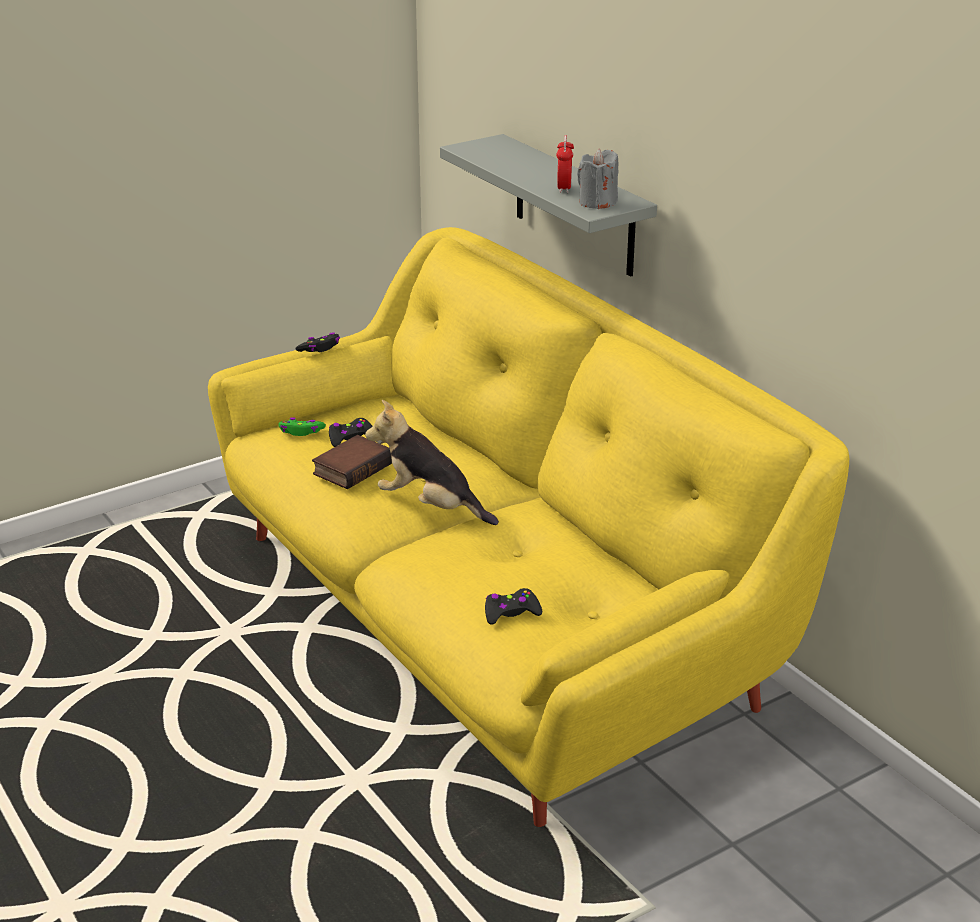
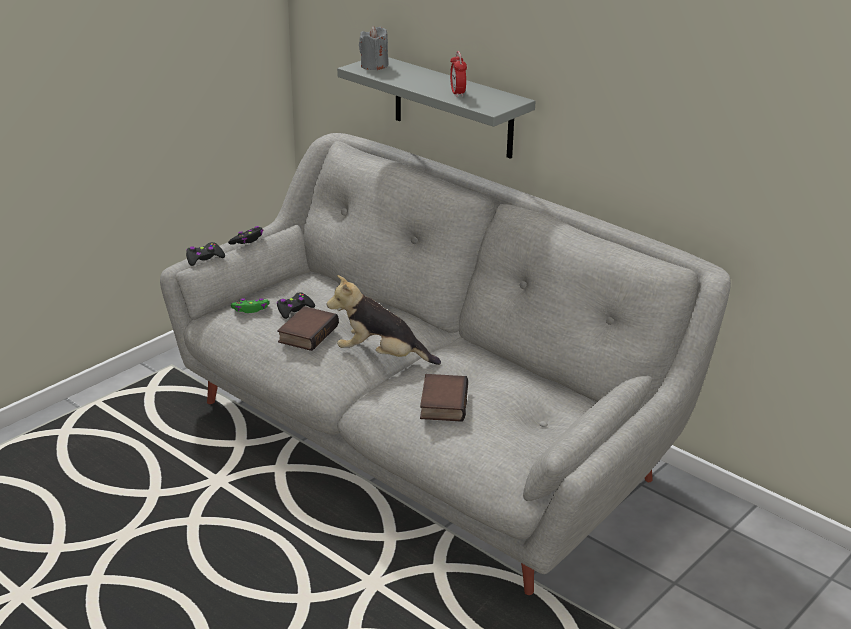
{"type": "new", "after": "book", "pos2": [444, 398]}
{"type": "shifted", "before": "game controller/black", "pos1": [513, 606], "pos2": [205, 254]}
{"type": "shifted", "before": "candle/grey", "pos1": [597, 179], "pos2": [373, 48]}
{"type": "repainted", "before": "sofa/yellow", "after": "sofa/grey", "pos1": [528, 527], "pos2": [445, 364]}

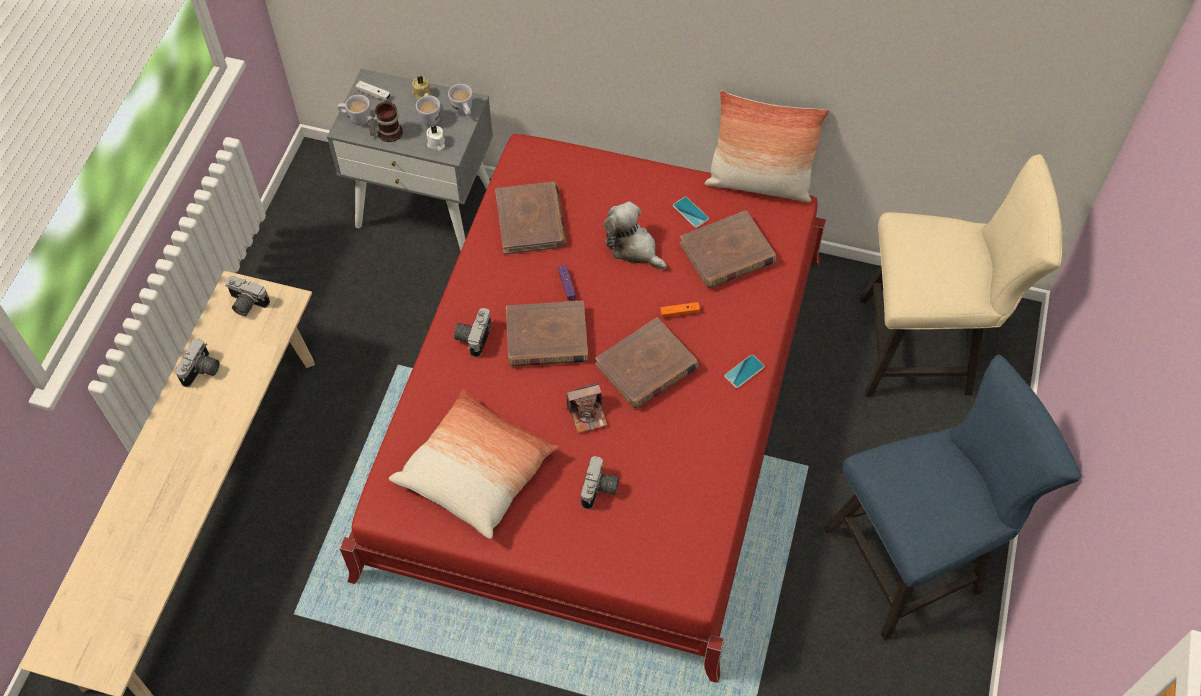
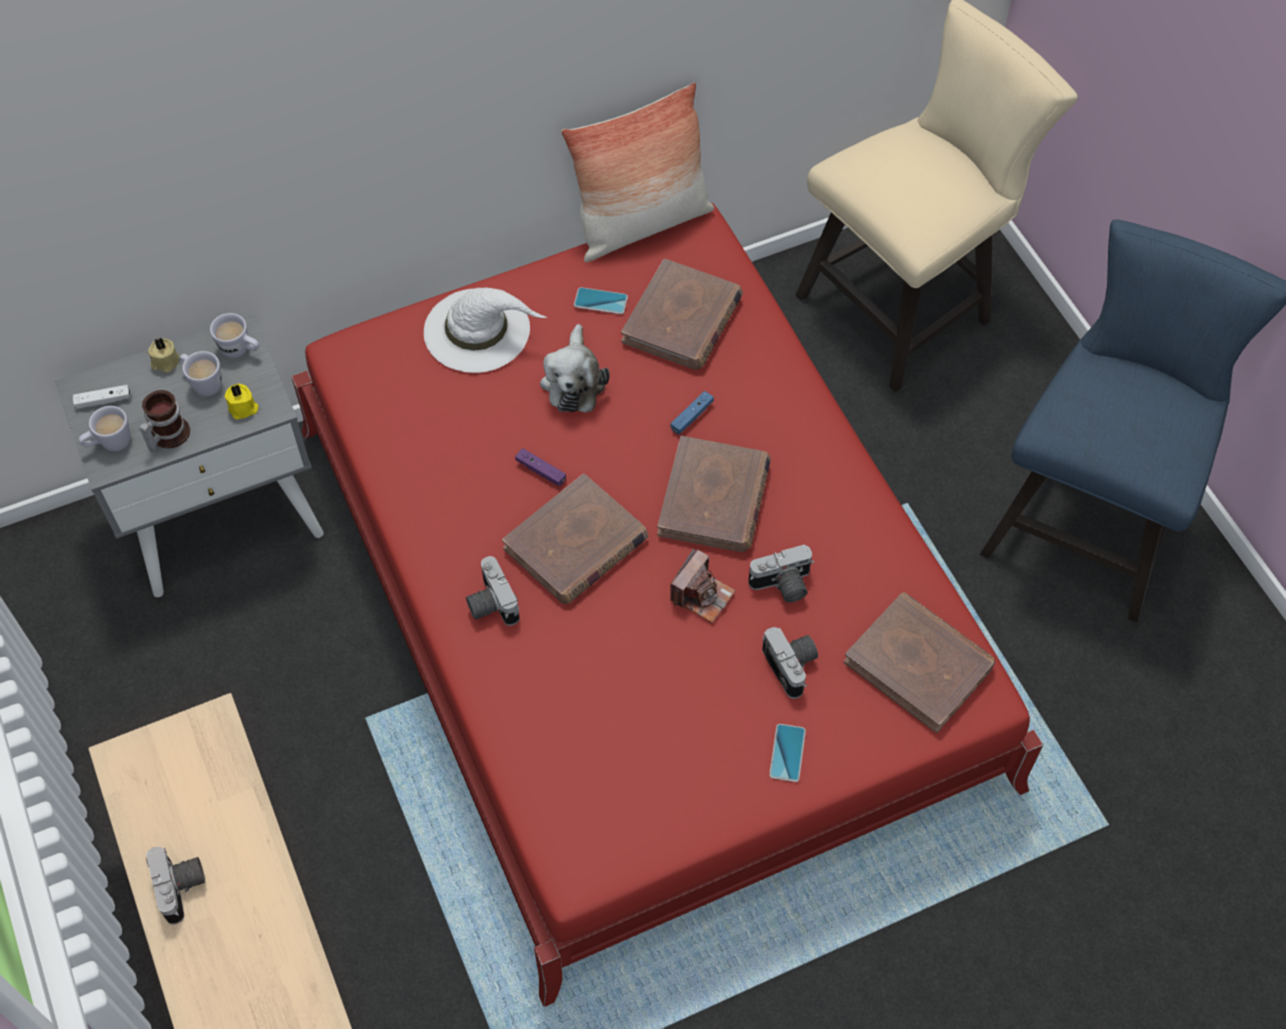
{"type": "gone", "before": "pillow", "pos1": [474, 464]}
{"type": "new", "after": "hat/white", "pos2": [485, 330]}
{"type": "shifted", "before": "photo camera", "pos1": [247, 296], "pos2": [781, 573]}
{"type": "shifted", "before": "book/brown", "pos1": [530, 218], "pos2": [919, 662]}
{"type": "shifted", "before": "phone", "pos1": [744, 371], "pos2": [787, 753]}
{"type": "repainted", "before": "candle/white", "after": "candle/yellow", "pos1": [436, 137], "pos2": [241, 402]}
{"type": "repainted", "before": "game controller/orange", "after": "game controller/blue", "pos1": [680, 309], "pos2": [692, 412]}
{"type": "rotated", "before": "plush toy", "pos1": [635, 235], "pos2": [575, 368], "turn": -90}

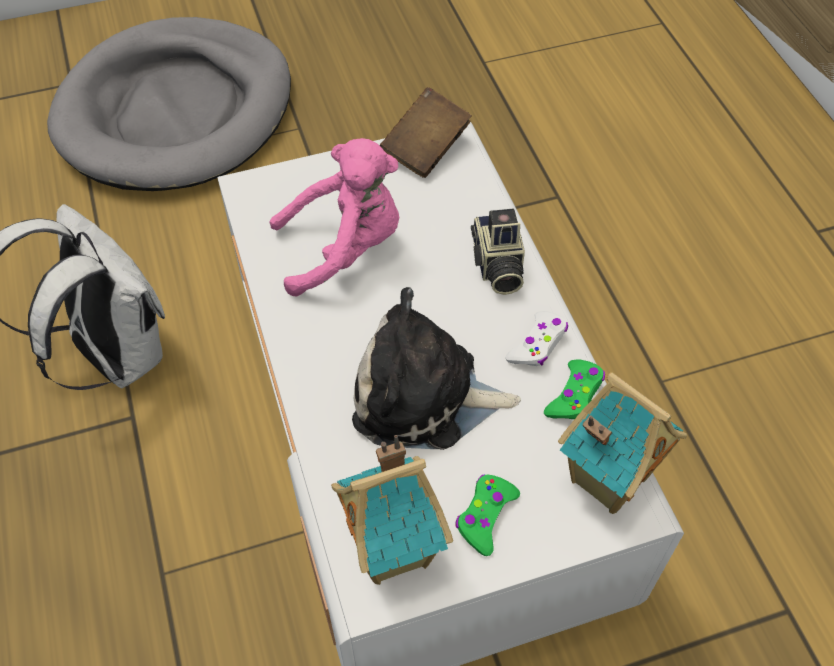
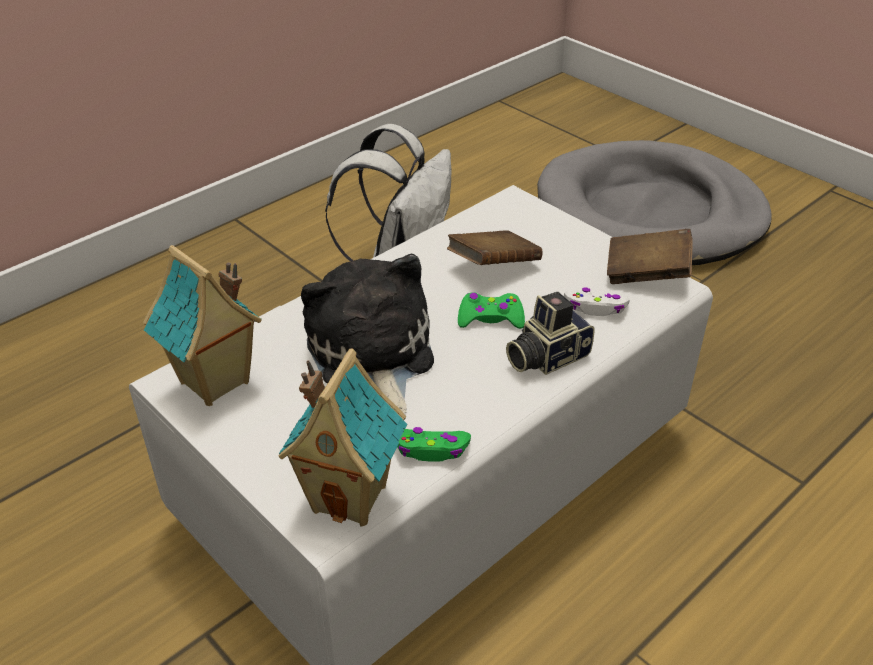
{"type": "shifted", "before": "game controller/green", "pos1": [487, 515], "pos2": [491, 311]}
{"type": "shifted", "before": "game controller/white", "pos1": [536, 338], "pos2": [597, 301]}
{"type": "swapped", "before": "plush toy/pink", "after": "book/brown", "pos1": [334, 217], "pos2": [495, 247]}

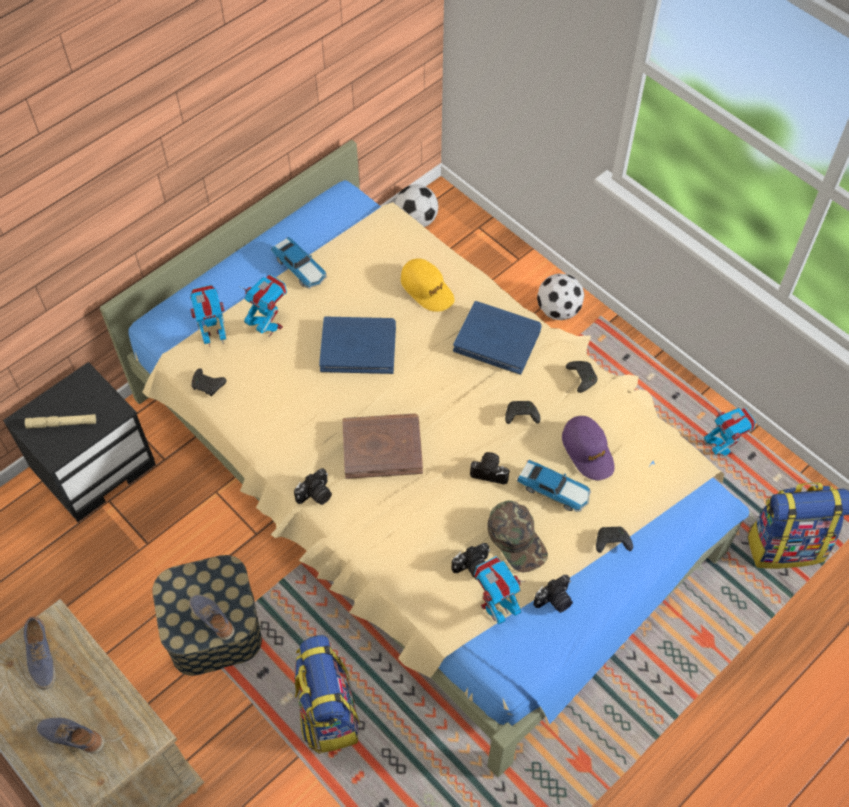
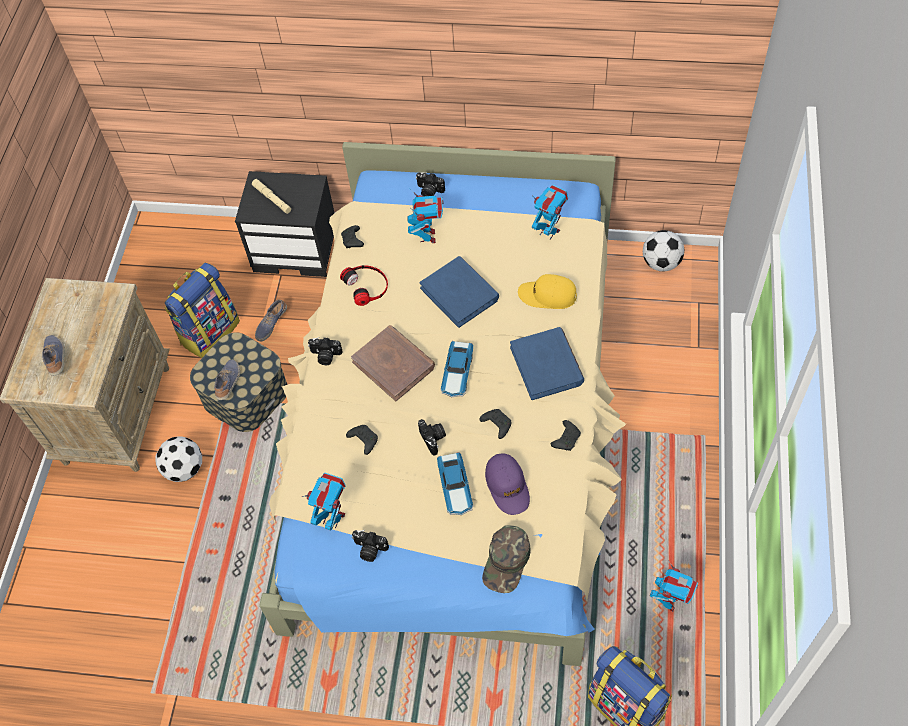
{"type": "new", "after": "headphones", "pos2": [364, 285]}
{"type": "shifted", "before": "shoe", "pos1": [40, 653], "pos2": [271, 320]}
{"type": "shifted", "before": "toy robot", "pos1": [208, 315], "pos2": [550, 212]}
{"type": "shifted", "before": "toy car", "pos1": [299, 263], "pos2": [457, 369]}
{"type": "shifted", "before": "backpack", "pos1": [327, 694], "pos2": [202, 310]}
{"type": "shifted", "before": "photo camera", "pos1": [470, 561], "pos2": [430, 184]}
{"type": "shifted", "before": "cap/green", "pos1": [517, 537], "pos2": [506, 559]}
{"type": "shifted", "before": "football", "pos1": [560, 296], "pos2": [179, 459]}
{"type": "shifted", "before": "game controller/black", "pos1": [614, 539], "pos2": [362, 440]}
{"type": "rotated", "before": "cap/yellow", "pos1": [428, 285], "pos2": [547, 291], "turn": 90}
{"type": "rotated", "before": "cap/purple", "pos1": [588, 448], "pos2": [507, 484], "turn": -45}

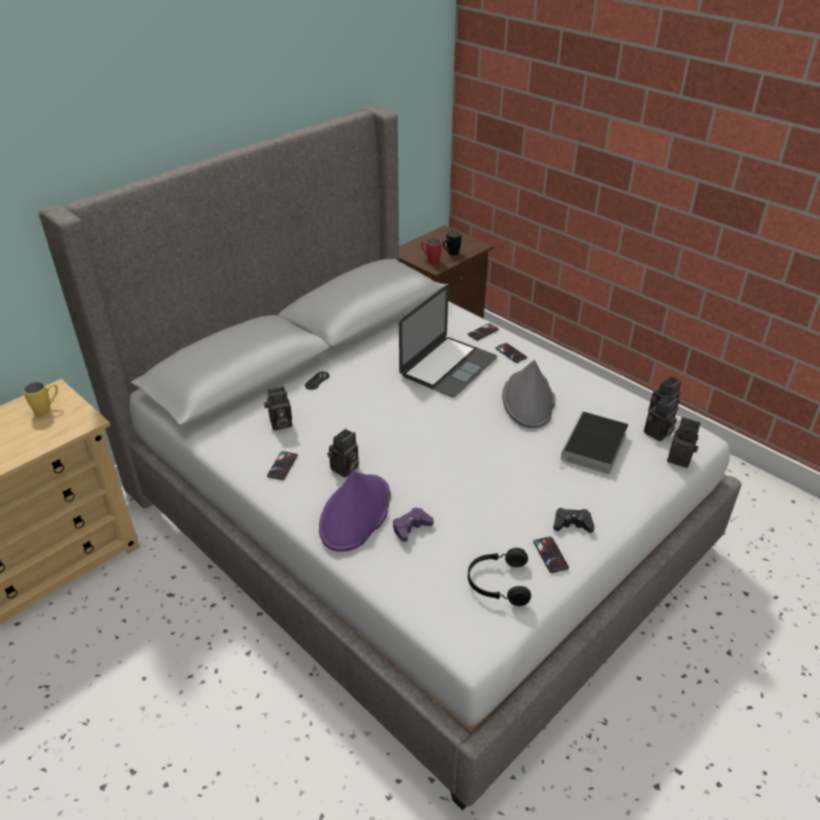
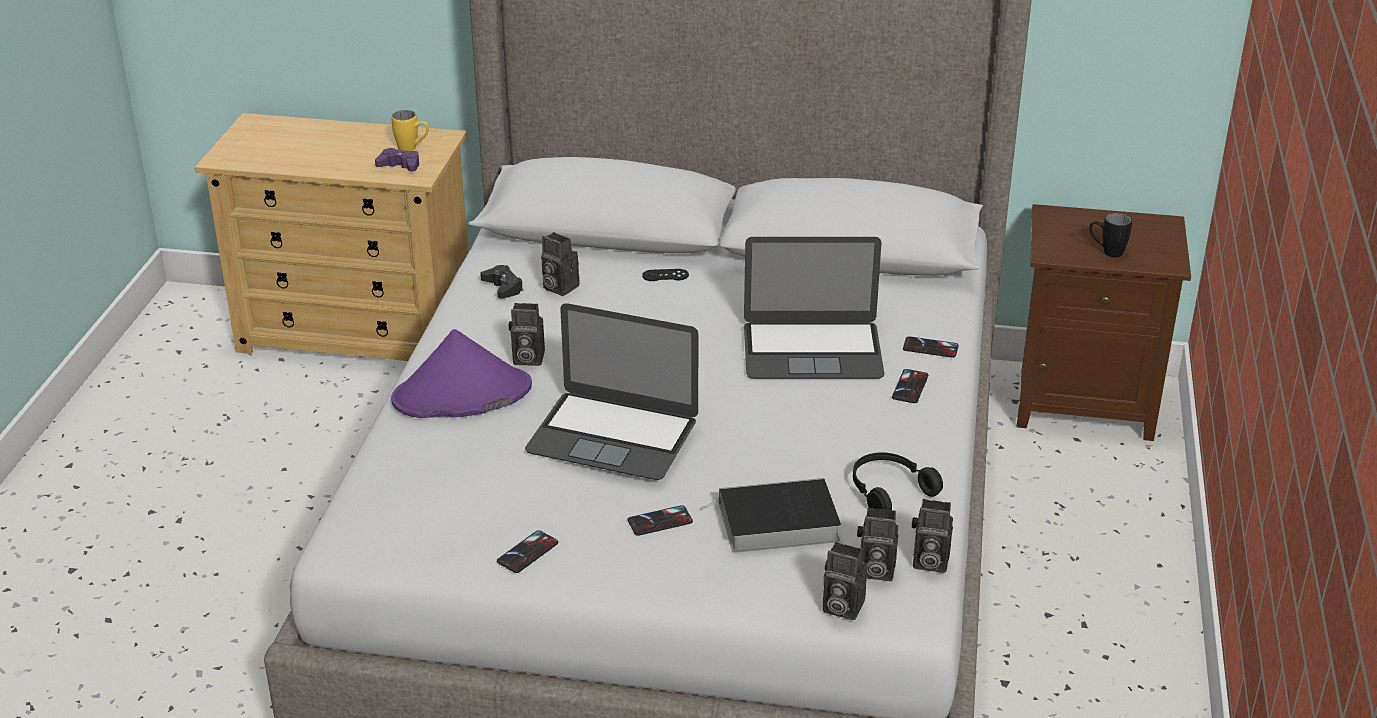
{"type": "gone", "before": "mug/red", "pos1": [431, 251]}
{"type": "gone", "before": "hat/grey", "pos1": [528, 394]}
{"type": "new", "after": "laptop", "pos2": [611, 391]}
{"type": "shifted", "before": "phone", "pos1": [282, 465], "pos2": [660, 520]}
{"type": "shifted", "before": "game controller/purple", "pos1": [413, 524], "pos2": [397, 160]}
{"type": "shifted", "before": "headphones/black", "pos1": [499, 577], "pos2": [898, 481]}
{"type": "shifted", "before": "game controller/black", "pos1": [574, 520], "pos2": [502, 282]}
{"type": "rotated", "before": "photo camera", "pos1": [684, 442], "pos2": [844, 581], "turn": 120}

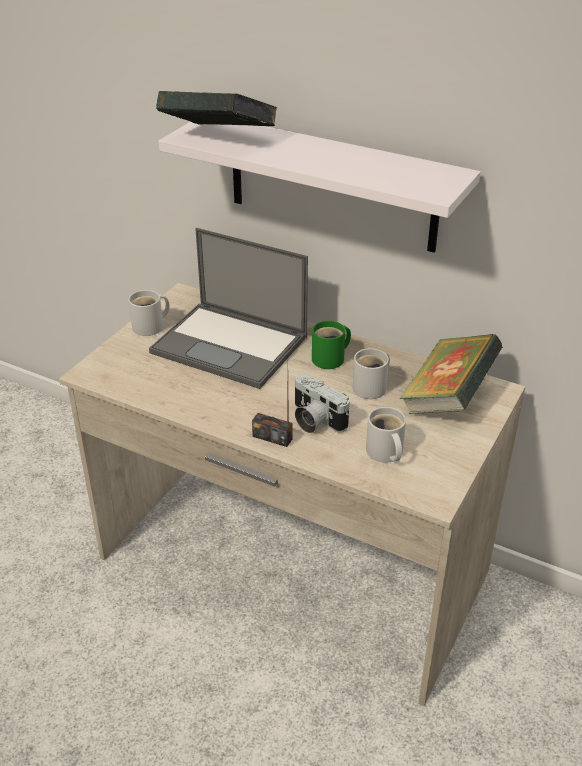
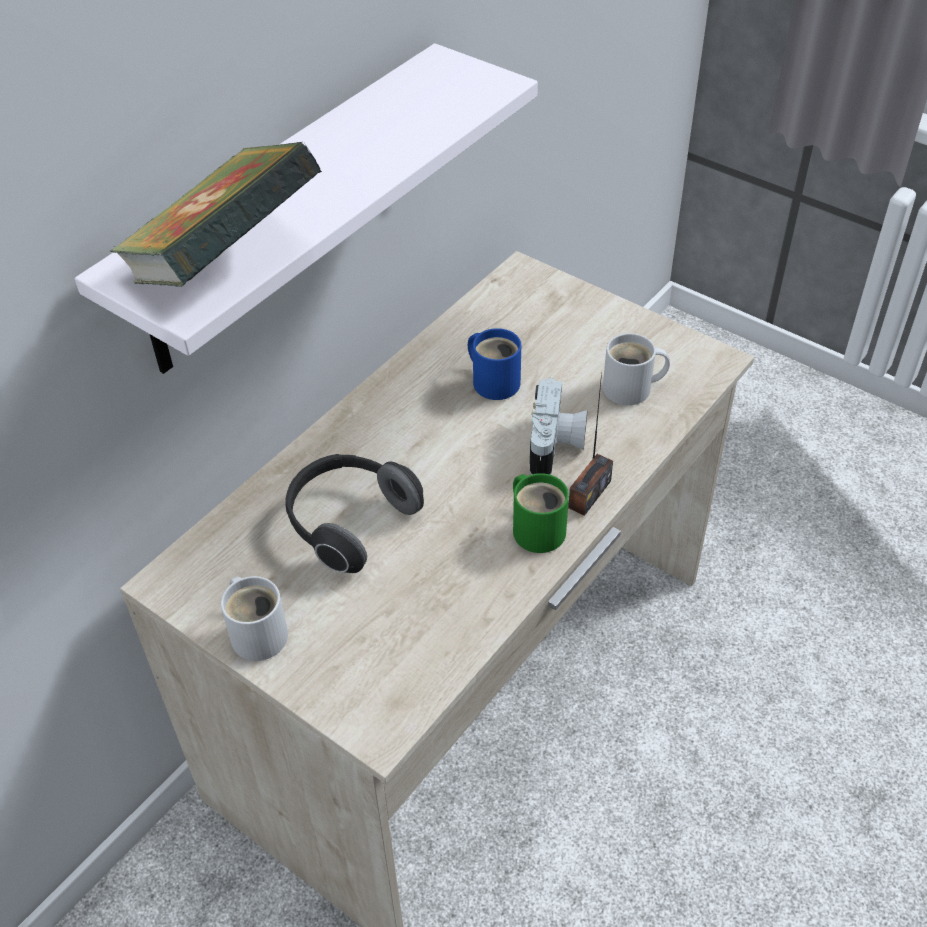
{"type": "gone", "before": "book", "pos1": [451, 374]}
{"type": "shifted", "before": "mug/green", "pos1": [331, 345], "pos2": [541, 513]}
{"type": "swapped", "before": "laptop", "after": "headphones", "pos1": [228, 308], "pos2": [354, 513]}
{"type": "repainted", "before": "mug/white", "after": "mug/blue", "pos1": [371, 373], "pos2": [494, 364]}
{"type": "rotated", "before": "photo camera", "pos1": [322, 403], "pos2": [559, 426], "turn": -45}

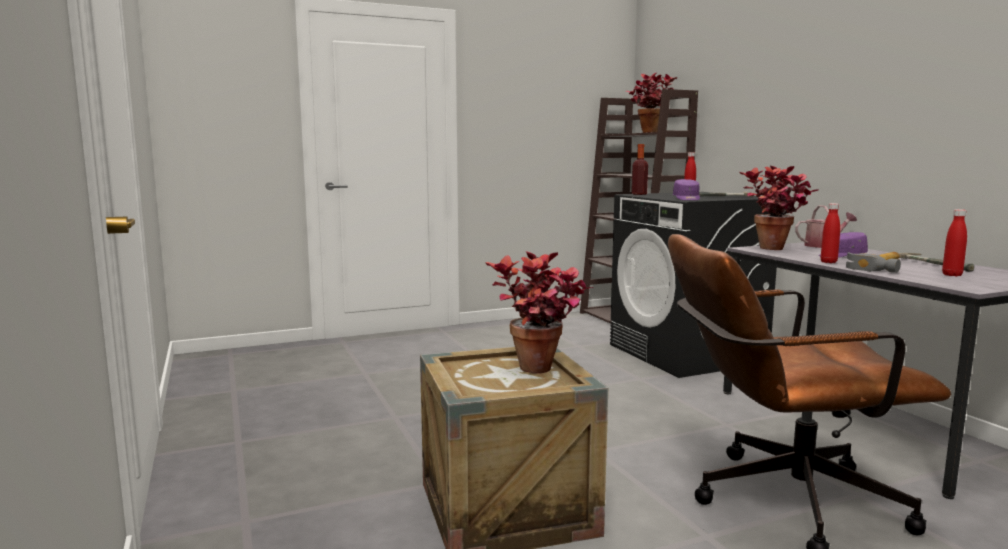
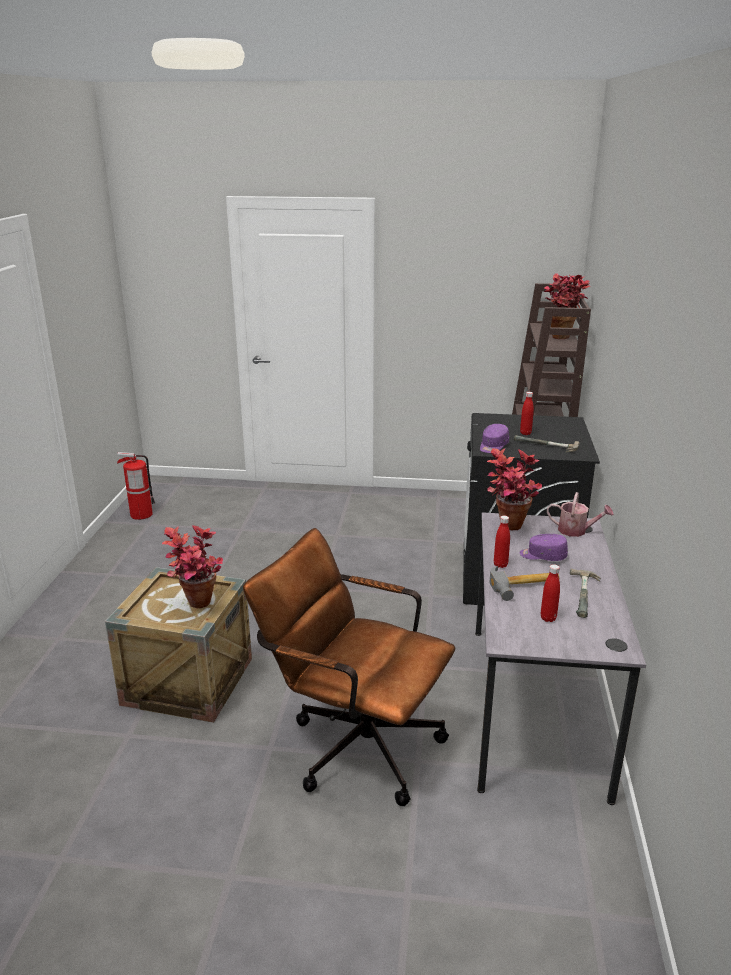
{"type": "gone", "before": "bottle", "pos1": [639, 169]}
{"type": "new", "after": "fire extinguisher", "pos2": [136, 486]}

